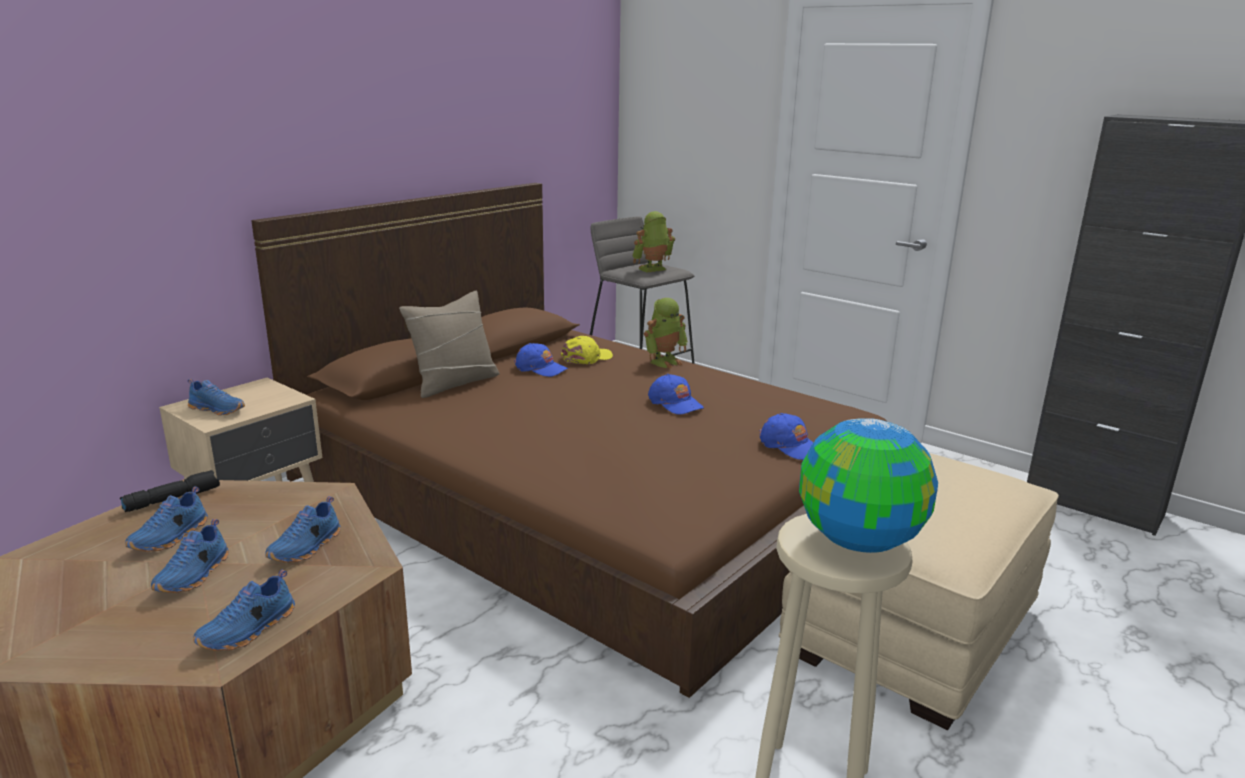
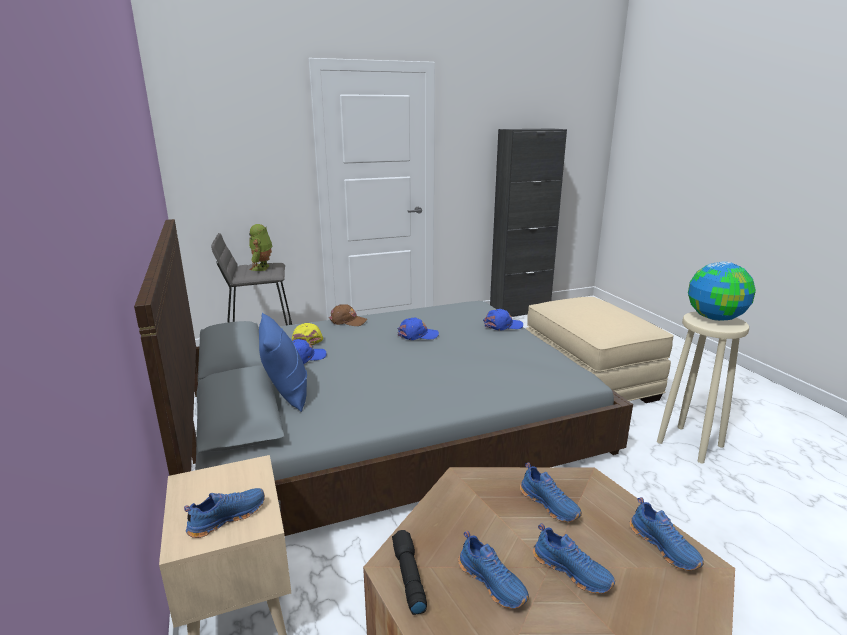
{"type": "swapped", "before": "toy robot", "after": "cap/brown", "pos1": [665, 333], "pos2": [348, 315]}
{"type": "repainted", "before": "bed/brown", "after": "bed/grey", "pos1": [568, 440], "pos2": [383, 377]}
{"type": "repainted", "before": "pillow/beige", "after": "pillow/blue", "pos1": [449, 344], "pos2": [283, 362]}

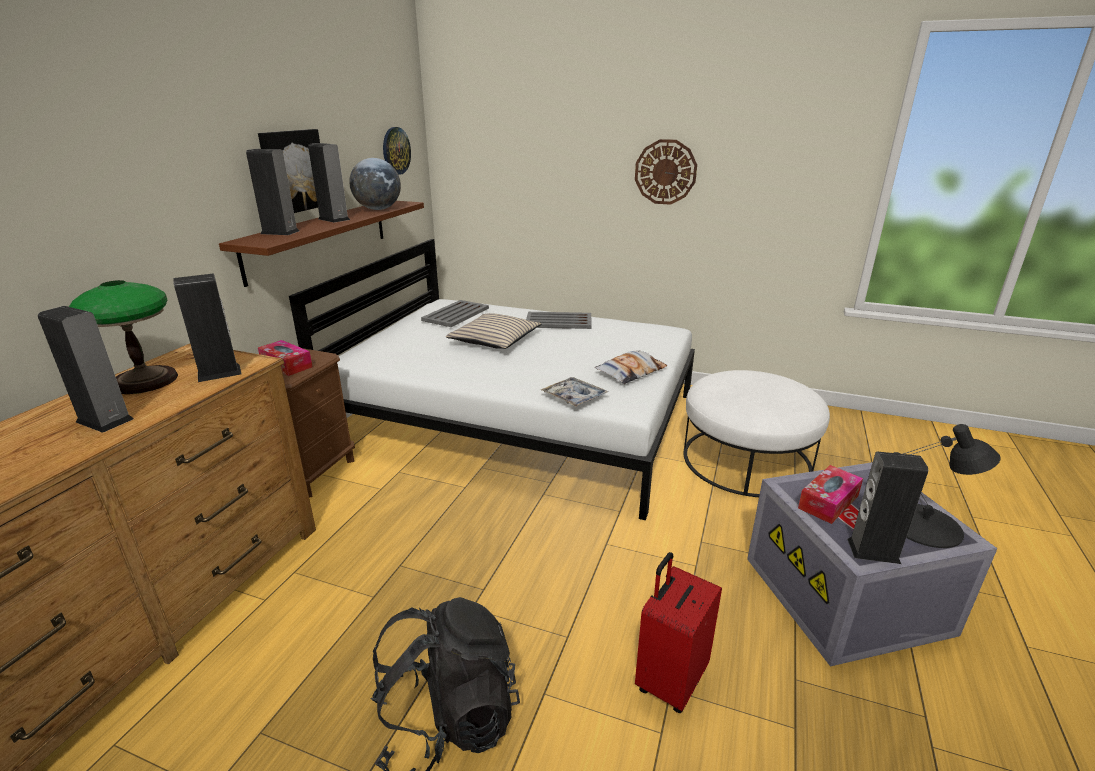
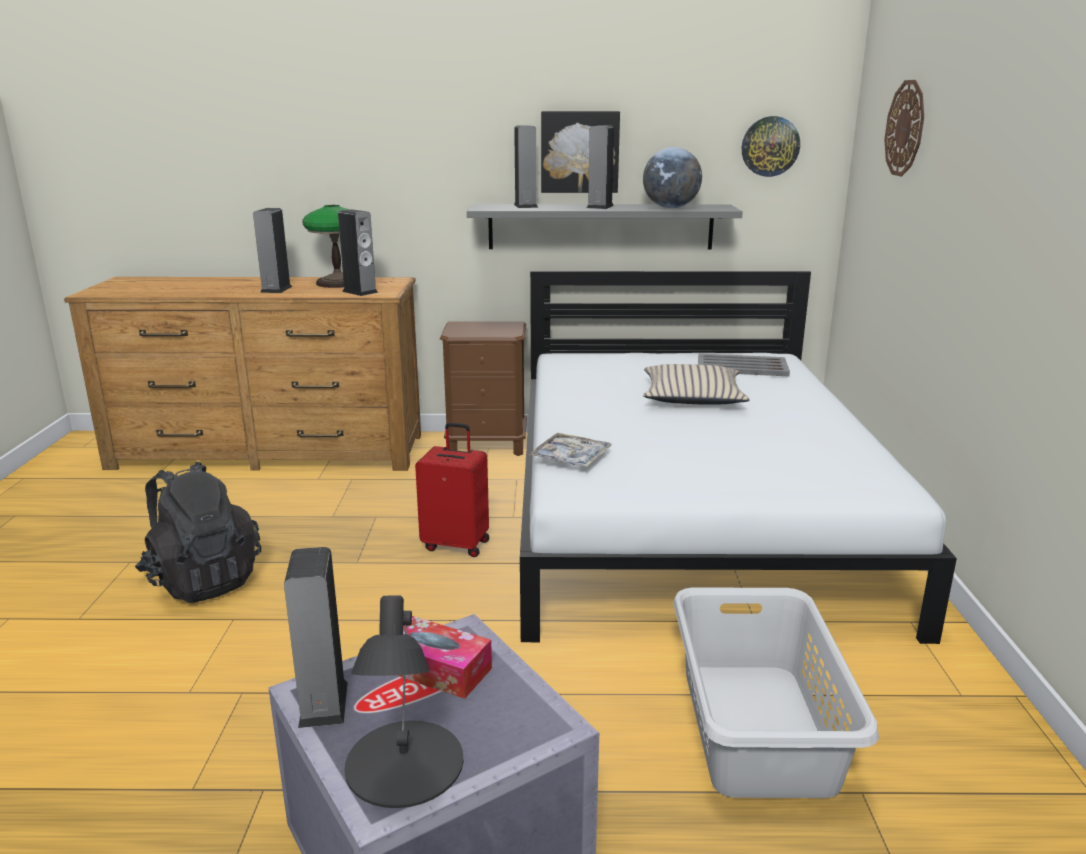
{"type": "gone", "before": "tissue box", "pos1": [285, 358]}
{"type": "gone", "before": "tray/grey", "pos1": [559, 320]}
{"type": "gone", "before": "pillow", "pos1": [631, 367]}
{"type": "shifted", "before": "wall clock", "pos1": [666, 172], "pos2": [904, 128]}
{"type": "shifted", "before": "suitcase/red", "pos1": [678, 632], "pos2": [452, 489]}
{"type": "swapped", "before": "ottoman/white", "after": "laundry basket/grey", "pos1": [756, 433], "pos2": [776, 692]}
{"type": "repainted", "before": "shelf/brown", "after": "shelf/grey", "pos1": [321, 244], "pos2": [605, 227]}

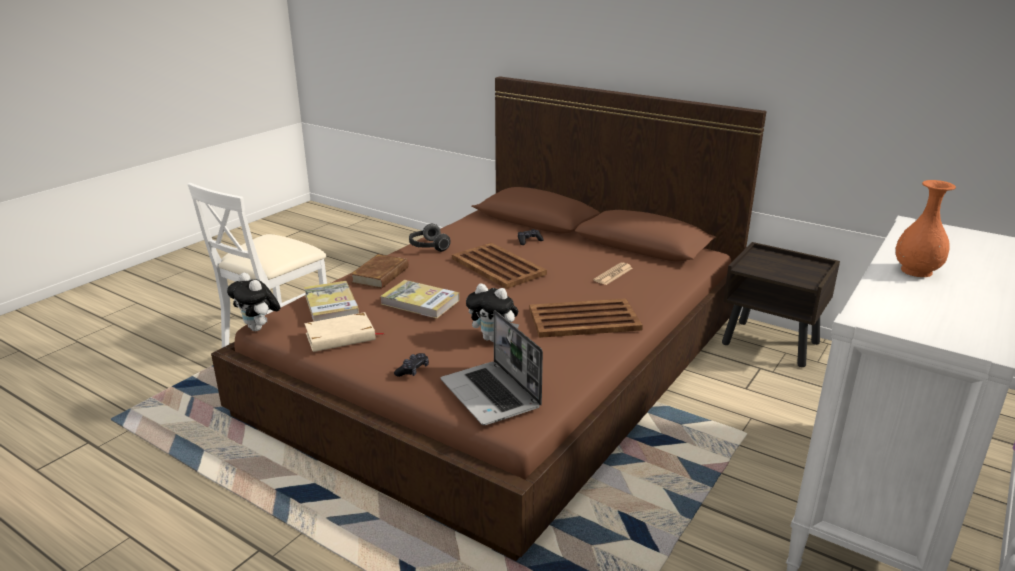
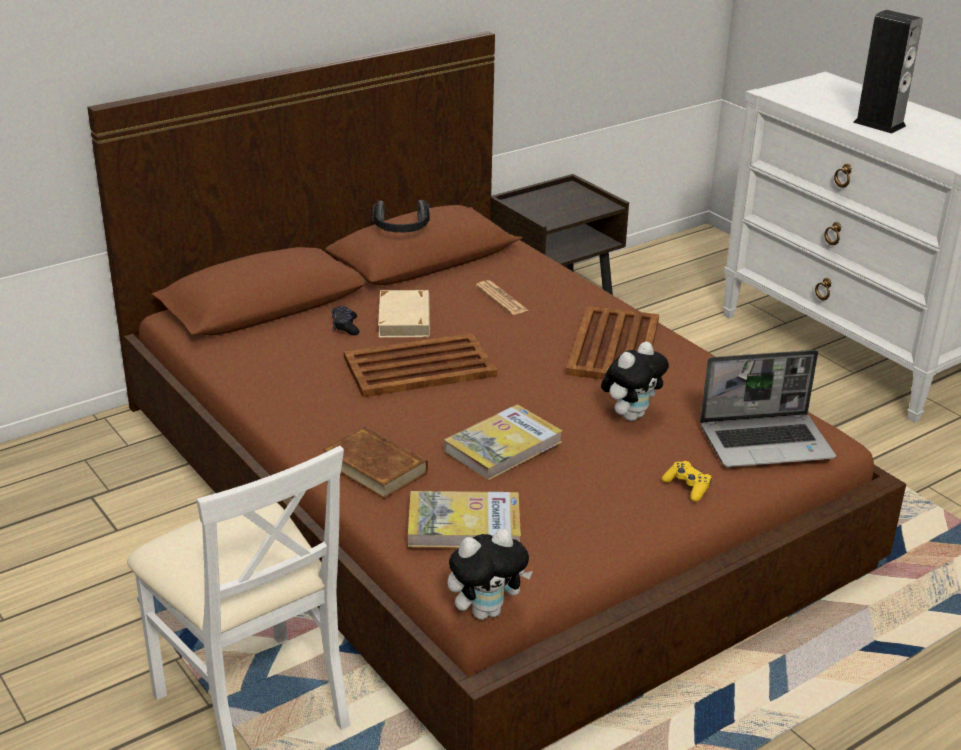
{"type": "shifted", "before": "book/beige", "pos1": [343, 332], "pos2": [404, 314]}
{"type": "shifted", "before": "headphones", "pos1": [430, 238], "pos2": [401, 216]}
{"type": "swapped", "before": "vase/orange", "after": "speaker", "pos1": [926, 228], "pos2": [888, 72]}
{"type": "repainted", "before": "game controller/black", "after": "game controller/yellow", "pos1": [411, 365], "pos2": [687, 481]}

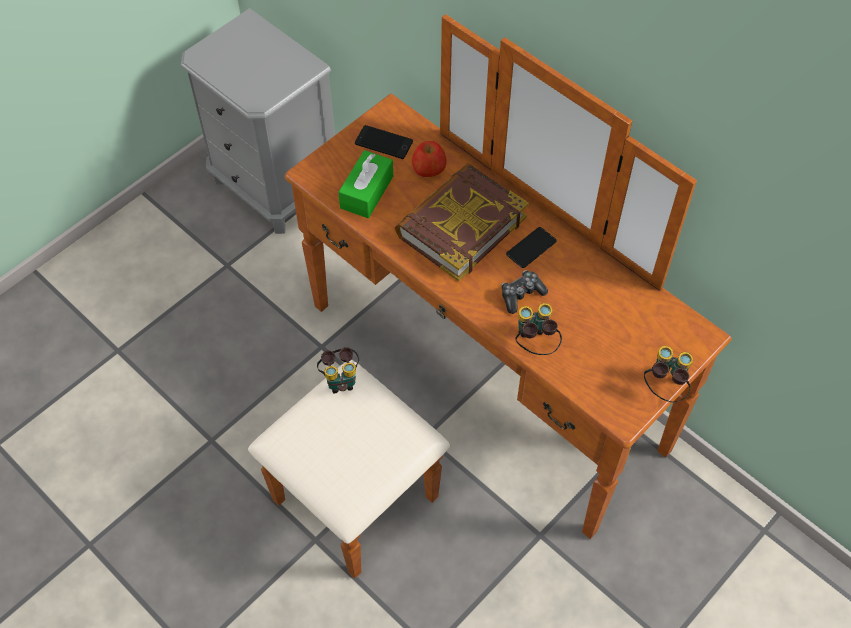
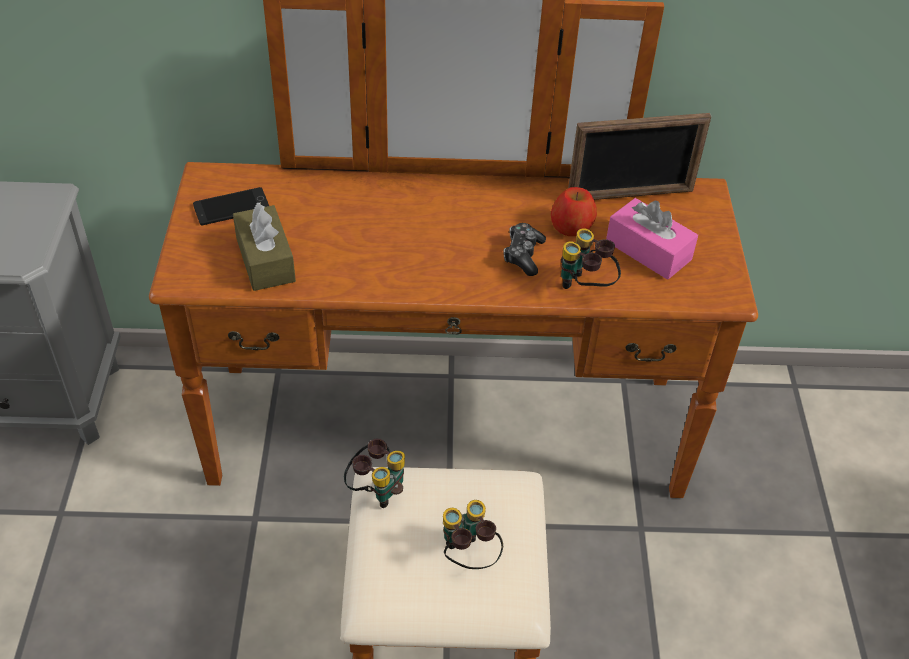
{"type": "gone", "before": "book", "pos1": [462, 222]}
{"type": "gone", "before": "phone", "pos1": [531, 247]}
{"type": "new", "after": "picture frame", "pos2": [640, 156]}
{"type": "new", "after": "tissue box/pink", "pos2": [652, 239]}
{"type": "shifted", "before": "apple", "pos1": [429, 159], "pos2": [574, 211]}
{"type": "shifted", "before": "binoculars", "pos1": [668, 374], "pos2": [473, 534]}
{"type": "repainted", "before": "tissue box/green", "after": "tissue box/brown", "pos1": [365, 184], "pos2": [264, 247]}

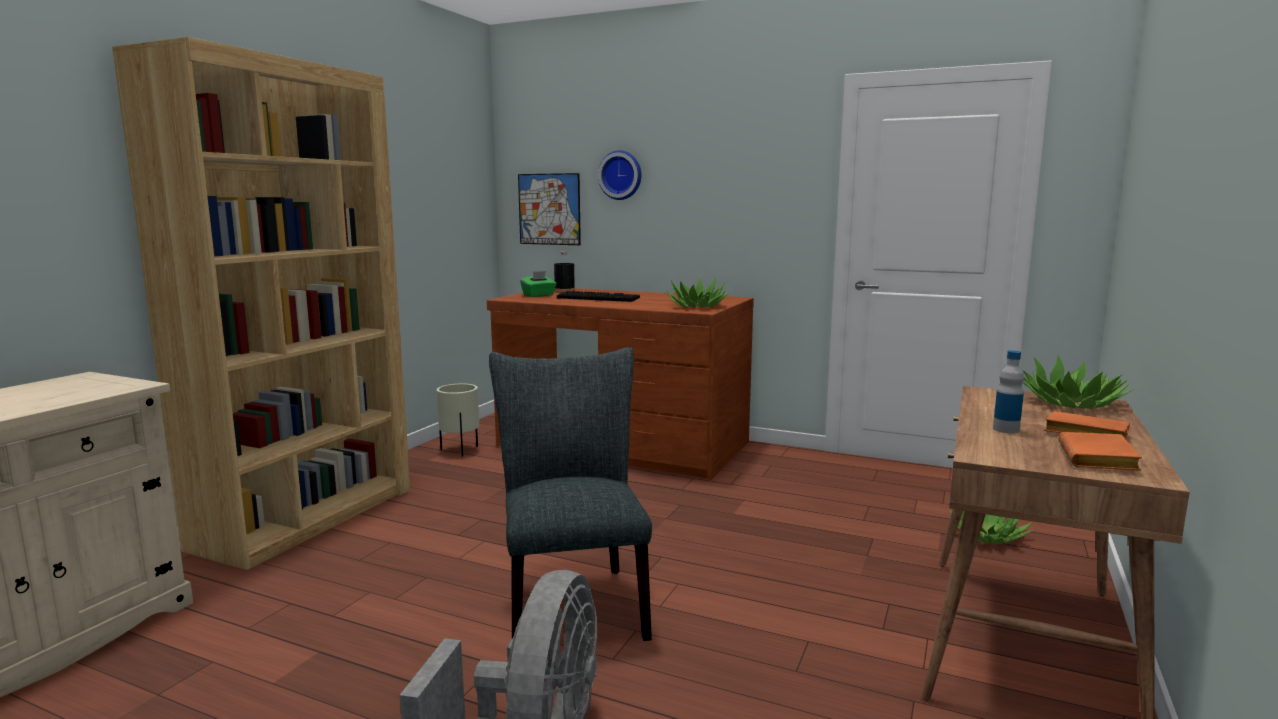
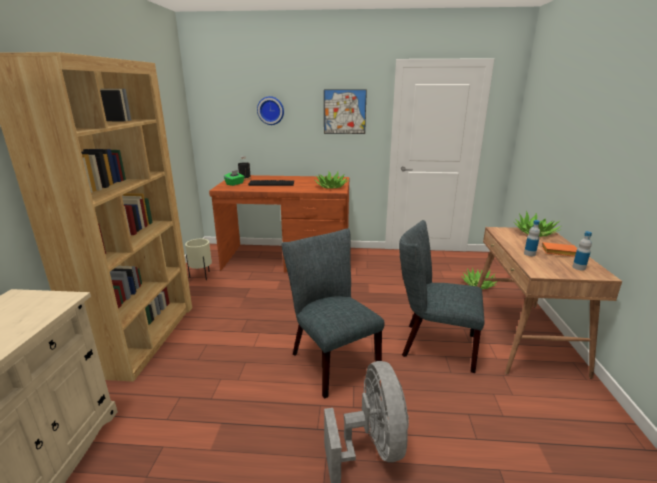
{"type": "new", "after": "chair/grey", "pos2": [442, 296]}
{"type": "shifted", "before": "picture", "pos1": [549, 209], "pos2": [345, 112]}
{"type": "swapped", "before": "book/orange", "after": "bottle", "pos1": [1100, 451], "pos2": [582, 251]}

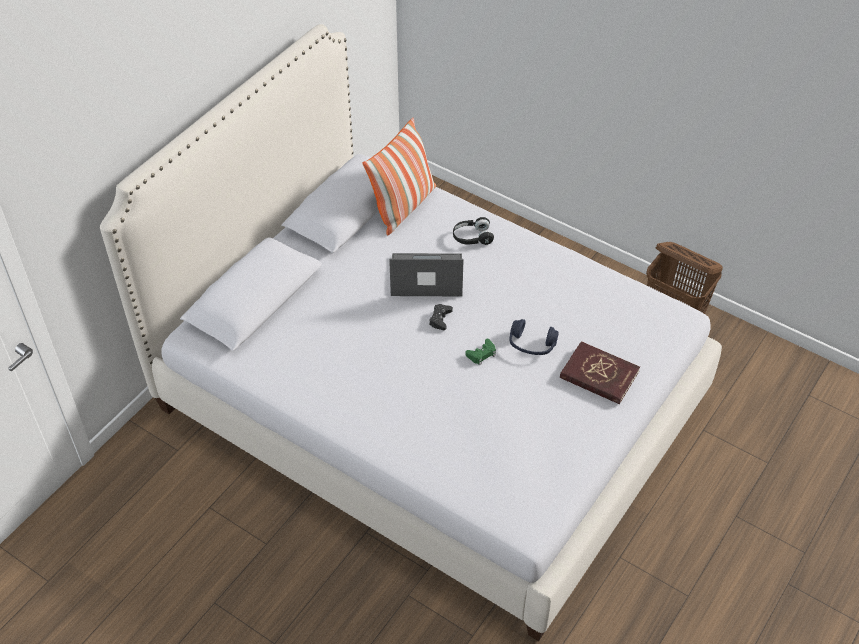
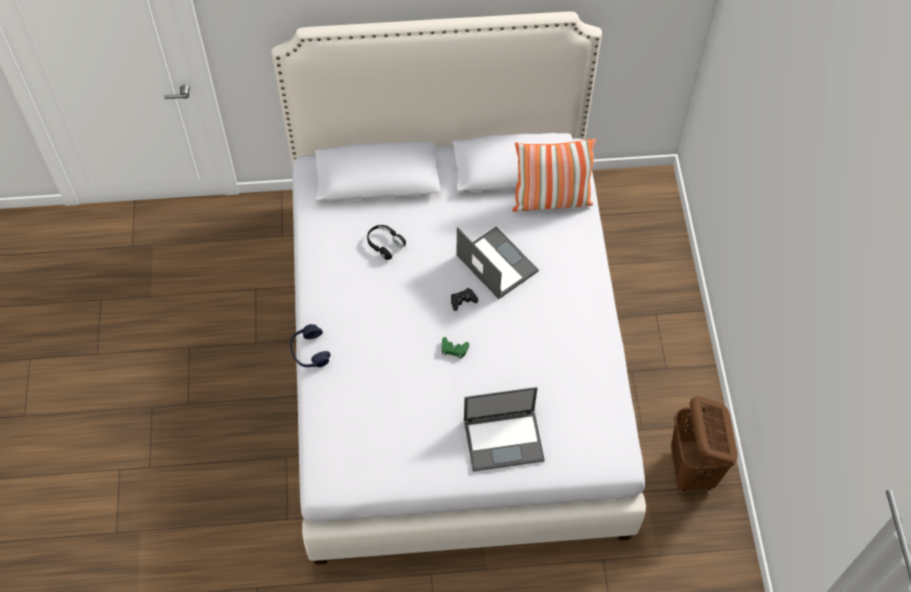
{"type": "shifted", "before": "headphones/black", "pos1": [473, 231], "pos2": [386, 242]}
{"type": "shifted", "before": "headphones/blue", "pos1": [534, 337], "pos2": [310, 345]}
{"type": "swapped", "before": "book/red", "after": "laptop", "pos1": [600, 372], "pos2": [504, 429]}

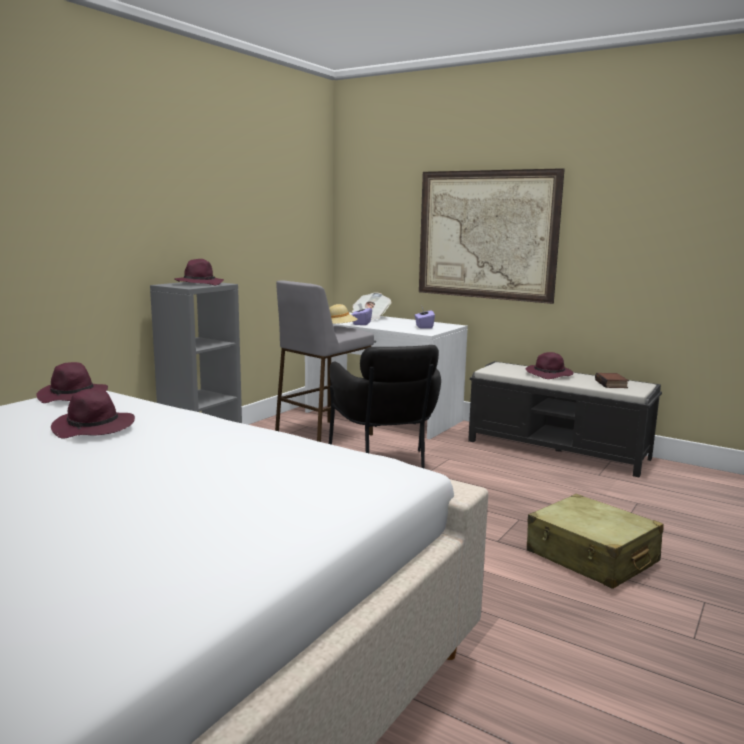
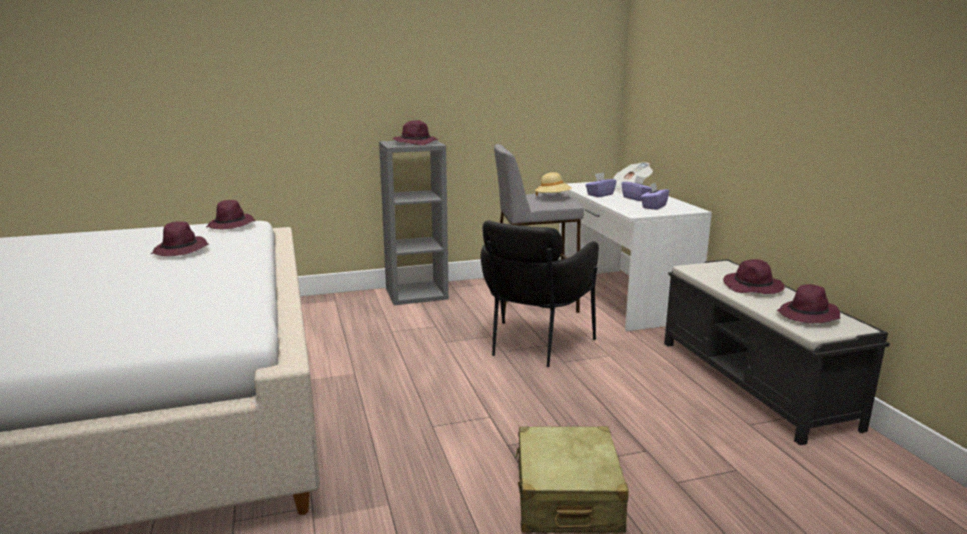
{"type": "gone", "before": "picture", "pos1": [492, 236]}
{"type": "new", "after": "tissue box/purple", "pos2": [636, 188]}
{"type": "swapped", "before": "book", "after": "hat/purple", "pos1": [612, 380], "pos2": [808, 303]}

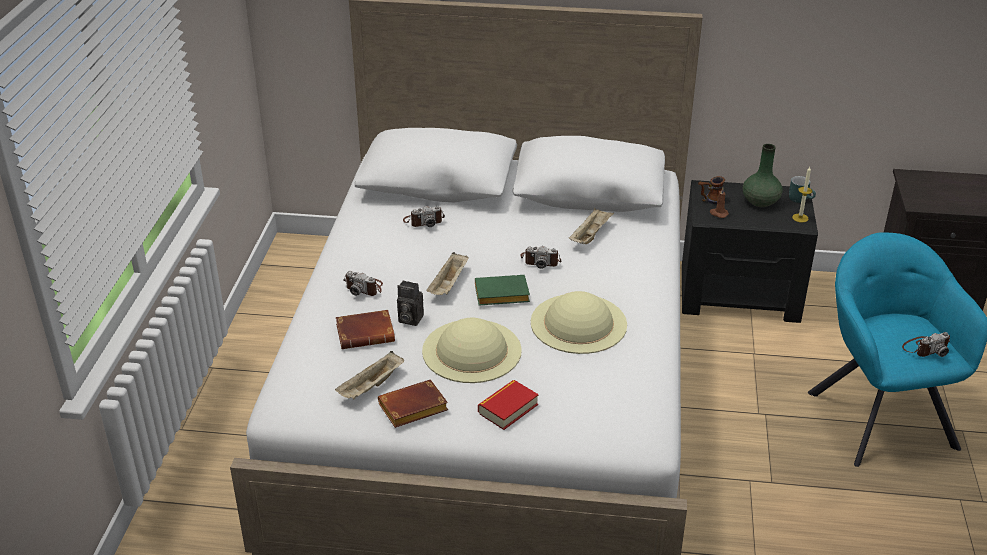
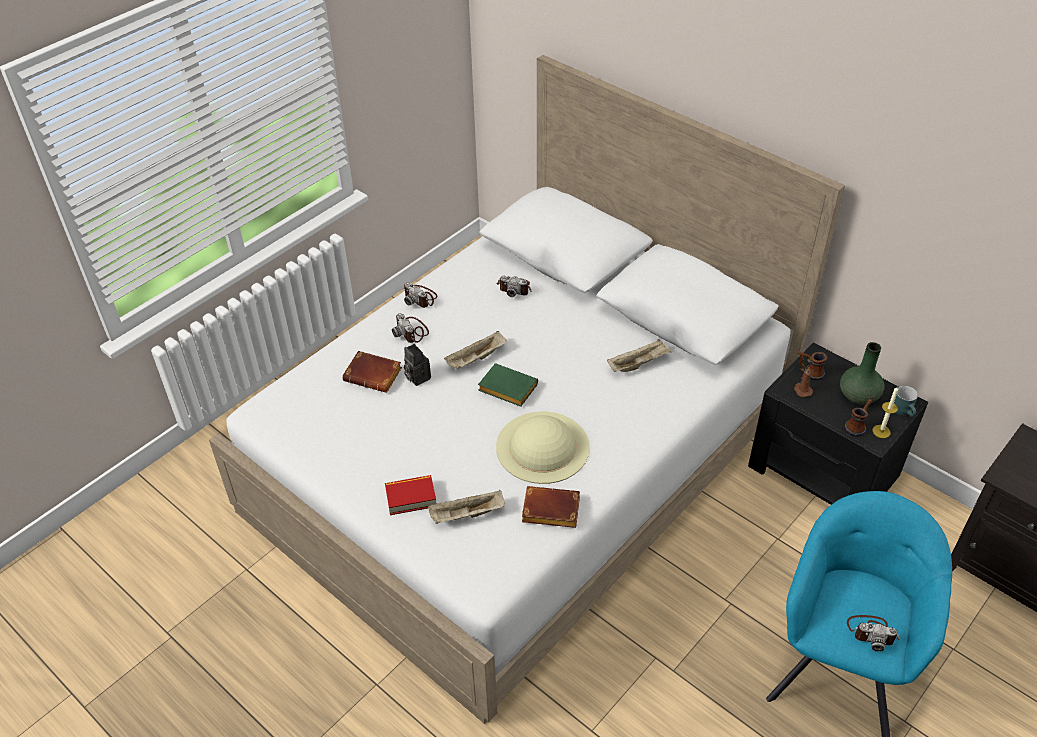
{"type": "gone", "before": "hat/beige", "pos1": [472, 350]}
{"type": "new", "after": "mug", "pos2": [858, 418]}
{"type": "shifted", "before": "tray/beige", "pos1": [369, 375], "pos2": [466, 507]}
{"type": "shifted", "before": "book/brown", "pos1": [413, 404], "pos2": [551, 507]}
{"type": "shifted", "before": "photo camera", "pos1": [541, 257], "pos2": [421, 295]}

